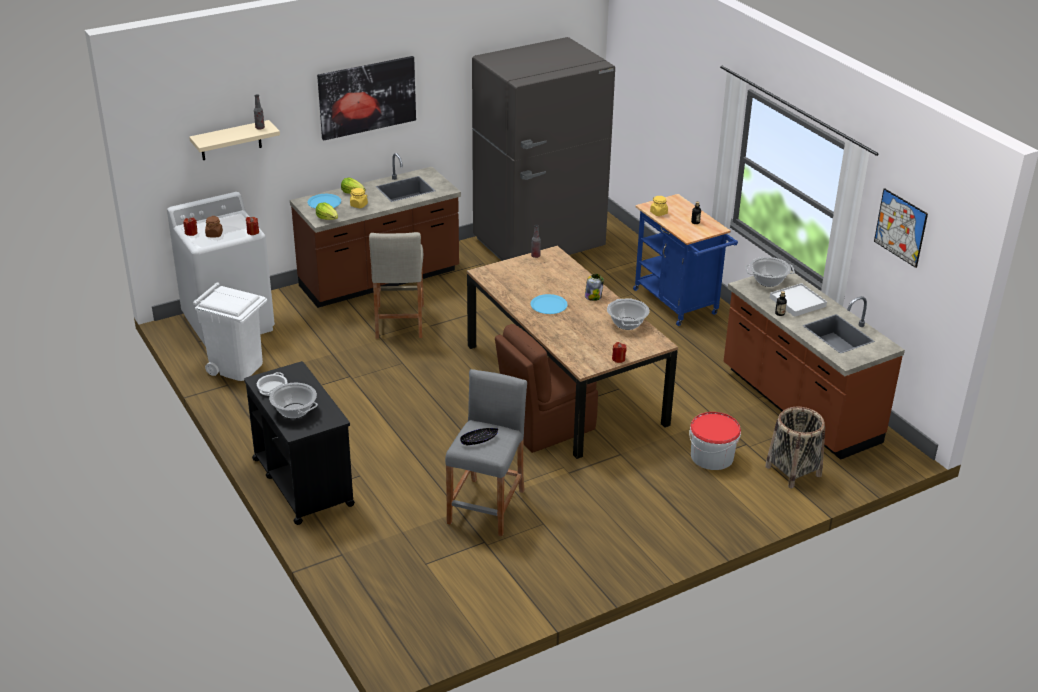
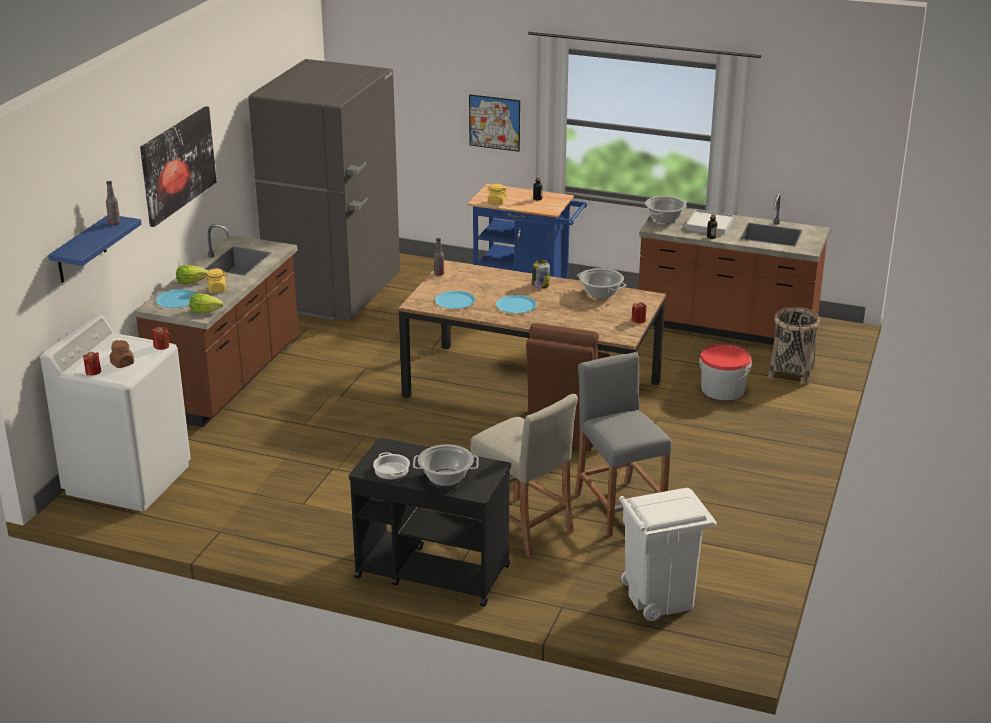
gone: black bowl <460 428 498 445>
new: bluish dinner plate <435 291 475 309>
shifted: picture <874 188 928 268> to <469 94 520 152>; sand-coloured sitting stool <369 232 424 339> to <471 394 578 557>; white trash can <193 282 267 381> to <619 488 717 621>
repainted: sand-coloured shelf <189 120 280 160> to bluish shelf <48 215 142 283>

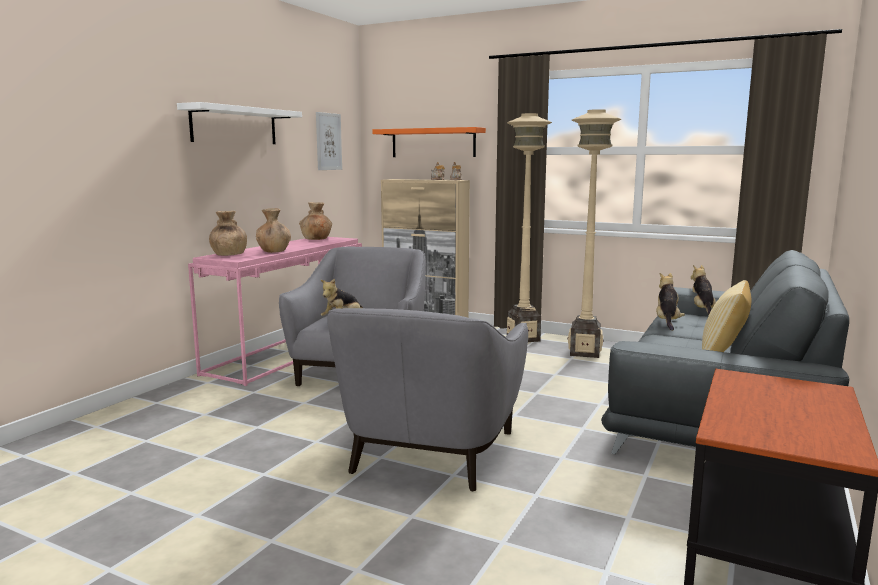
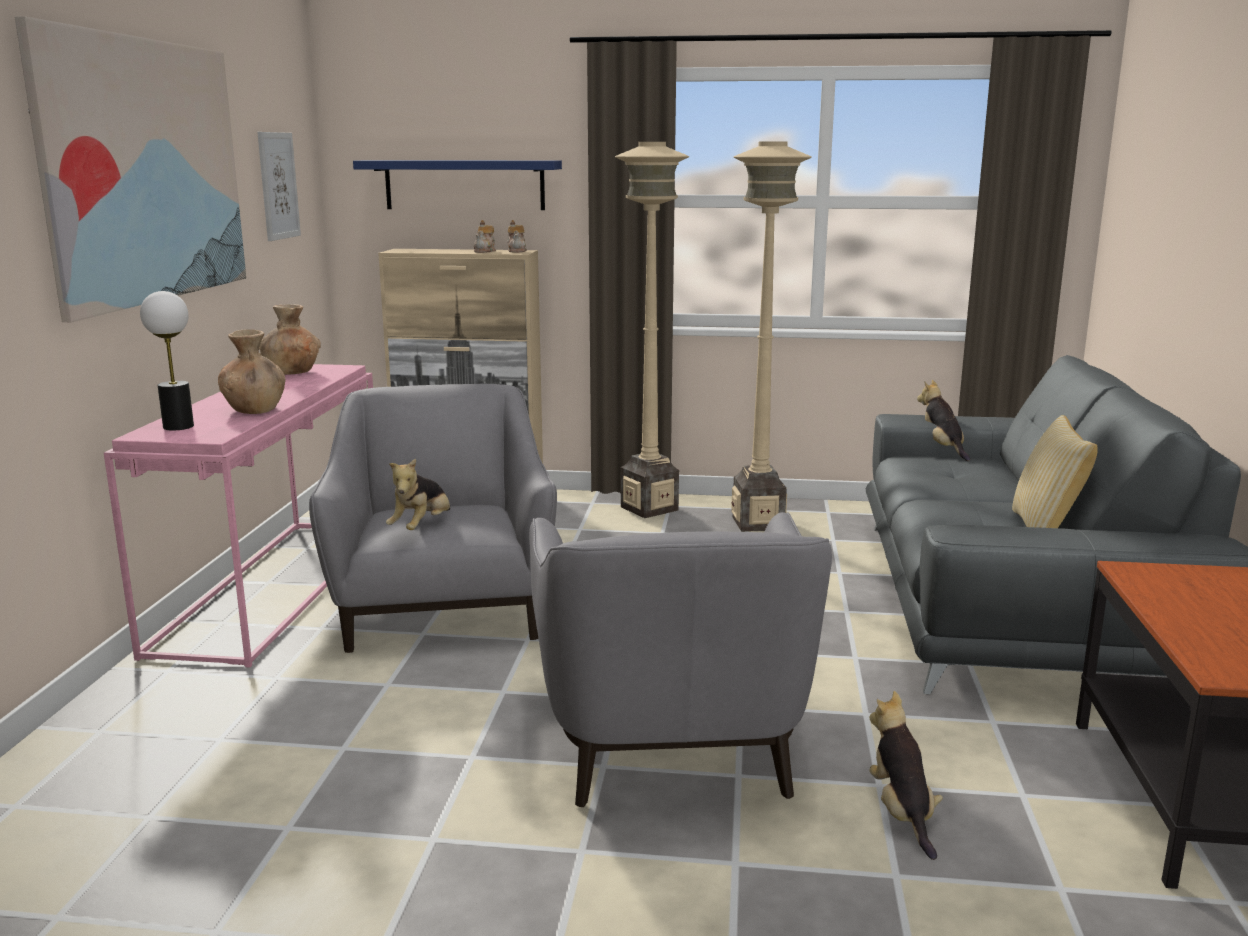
shifted: plush toy <656 273 685 331> to <870 691 943 860>
swapped: white shelf <177 102 302 144> to picture <15 16 246 322>; brown-coloured decorative vase <209 211 247 256> to table lamp <140 291 194 430>
repainted: orangey shelf <372 127 486 157> to bluish shelf <353 160 562 210>

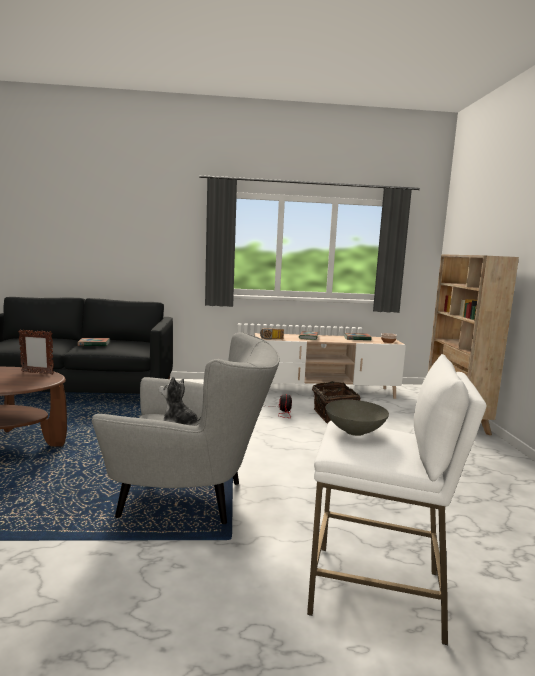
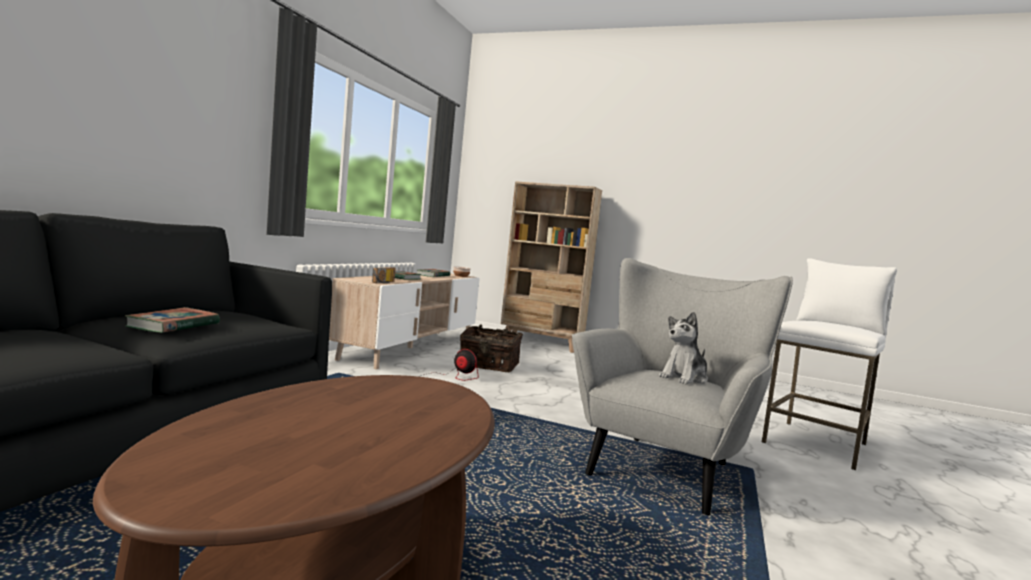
gone: picture frame <18 329 54 375>; greyish bowl <326 400 389 436>

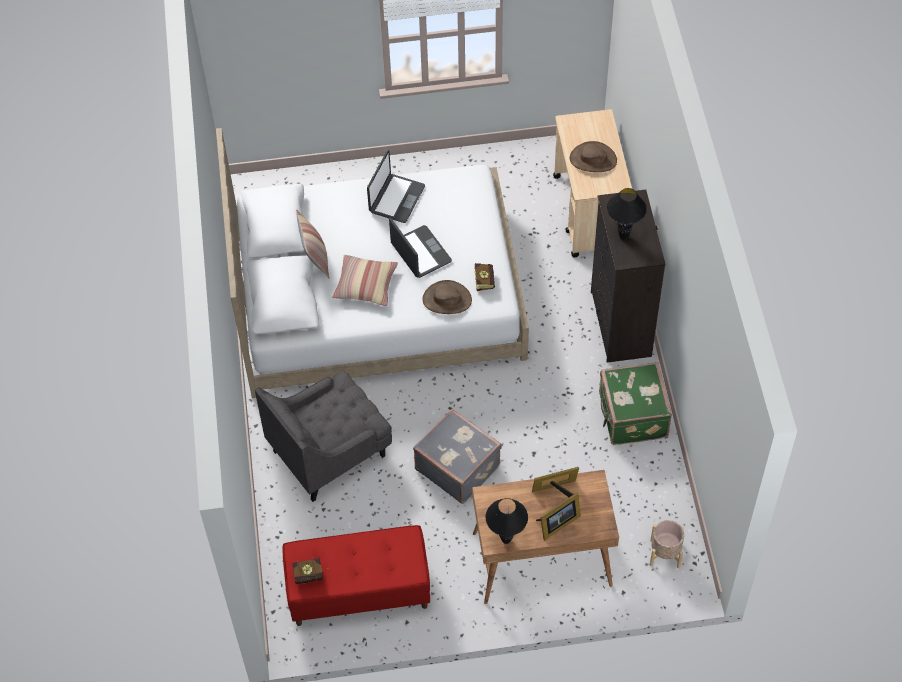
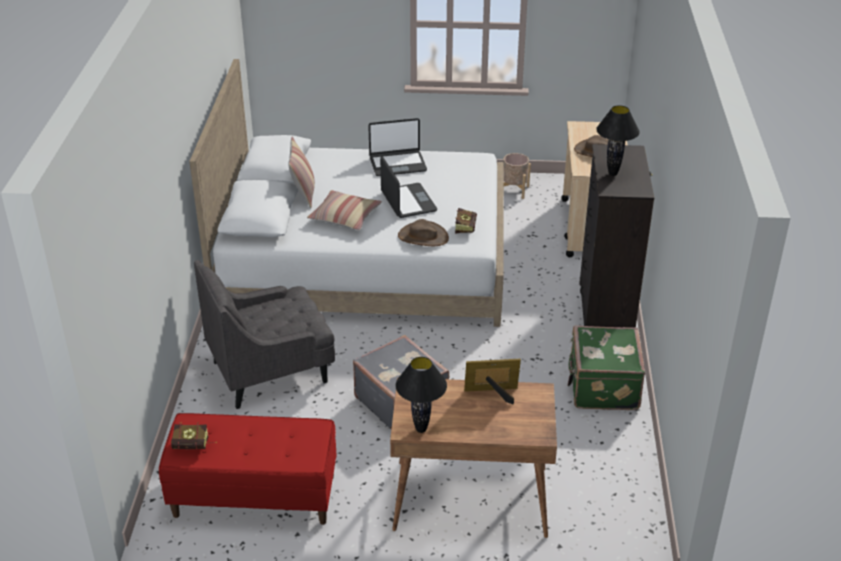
gone: picture frame <536 492 581 540>
shifted: sand-coloured flower pot <650 520 684 568> to <503 153 531 199>
rotated: notebook computer <367 150 425 223> = <368 118 427 176> 45 degrees clockwise

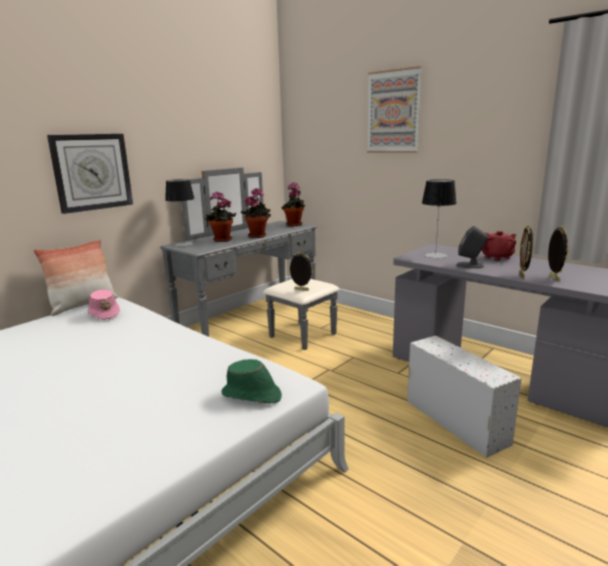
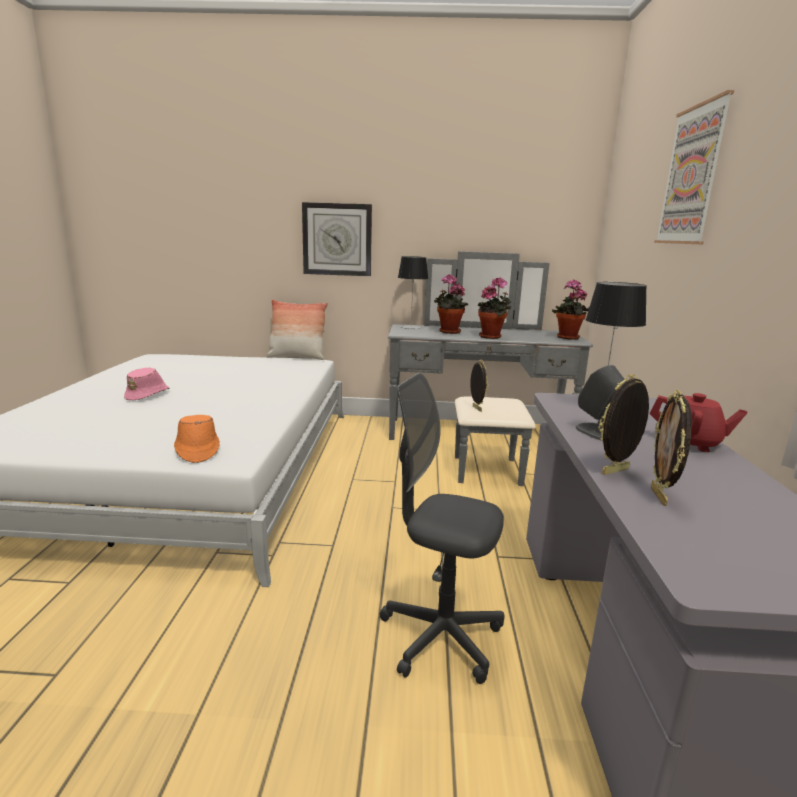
shifted: pink wearable hat <88 290 120 320> to <124 367 170 400>
swapped: white storage container <407 336 522 458> to greyish office chair <380 373 504 684>
repainted: greenish wearable hat <222 359 282 404> to orangey wearable hat <174 415 220 463>
rotated: picture frame <548 225 569 281> = <651 390 692 506> 135 degrees clockwise

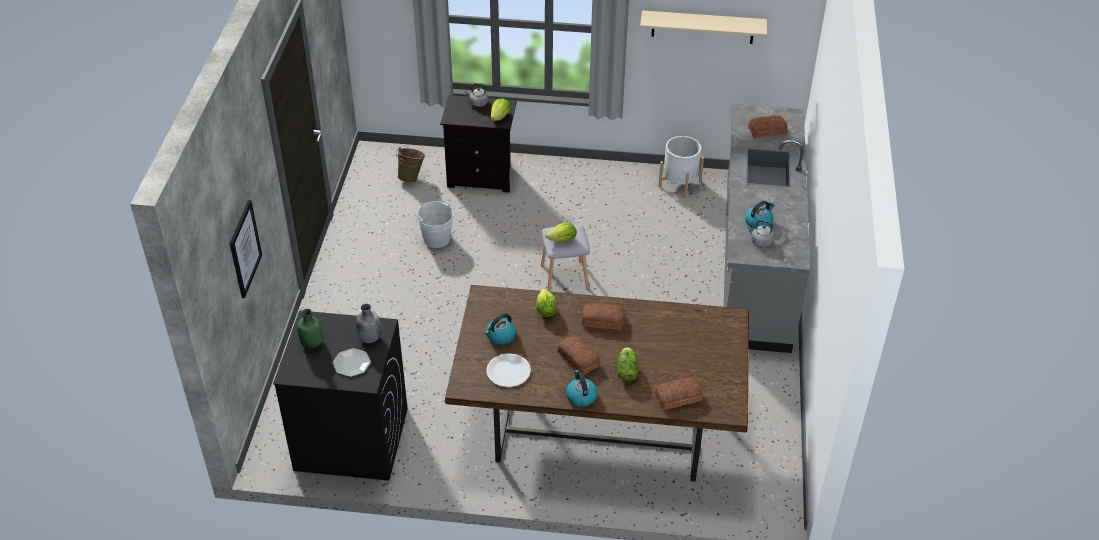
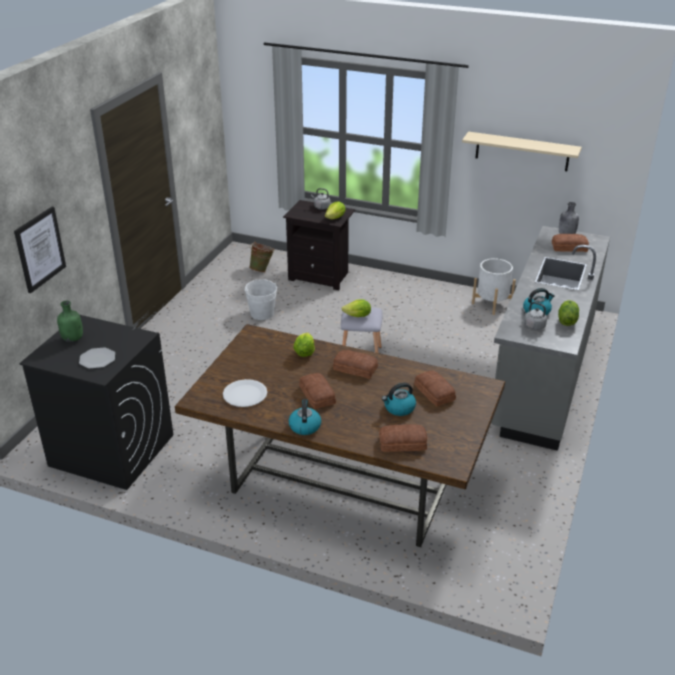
new: bakery bread <414 370 456 406>
shifted: greyish bottle <356 304 381 343> to <559 202 579 234>; tea kettle <485 313 516 345> to <382 383 416 416>; head of lettuce <616 347 639 381> to <558 300 579 326>

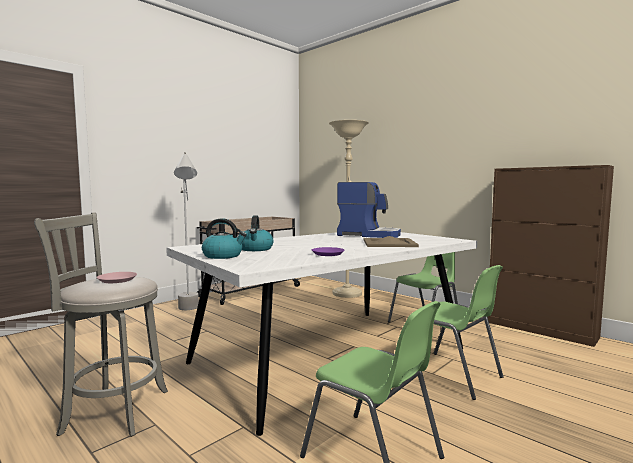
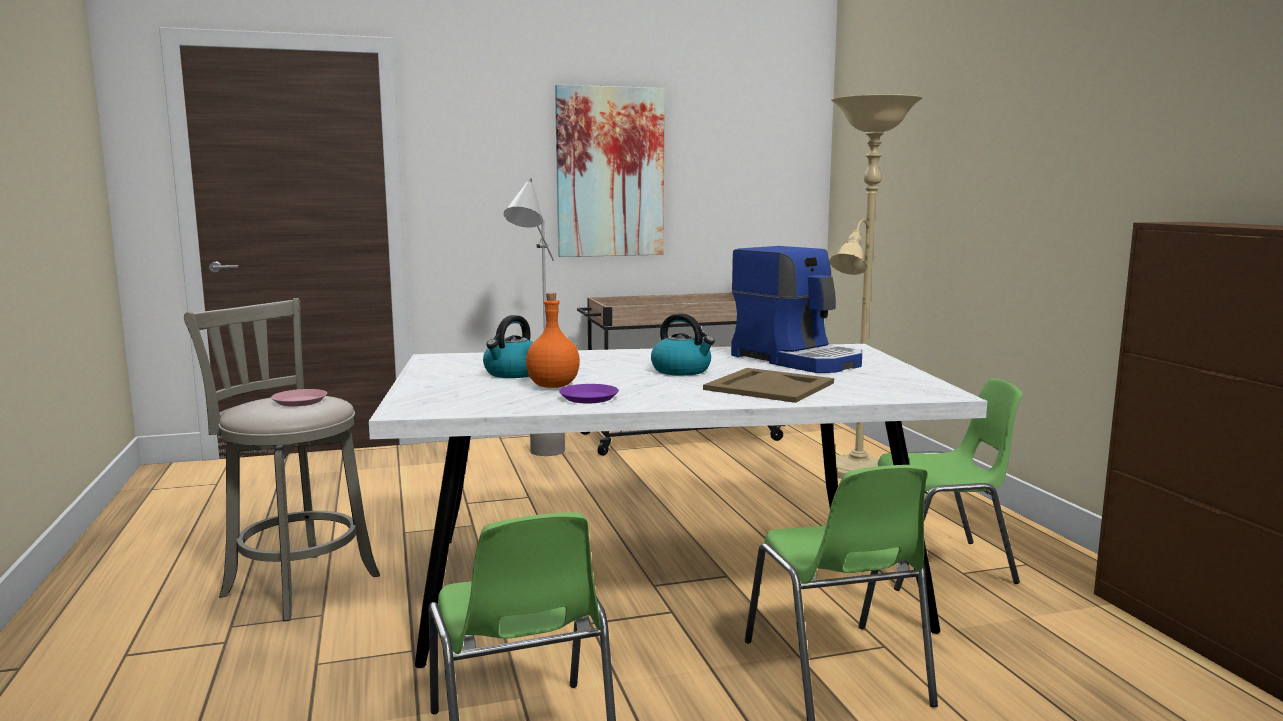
new: picture <555 85 665 257>; orangey bottle <526 293 580 388>
shifted: tea kettle <202 218 247 259> to <651 313 715 376>

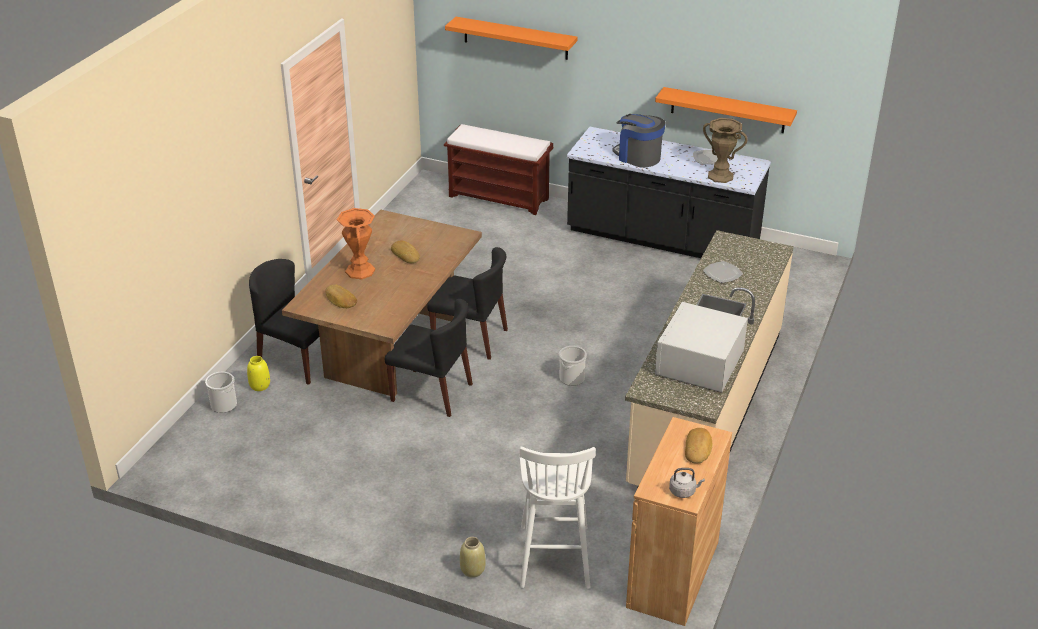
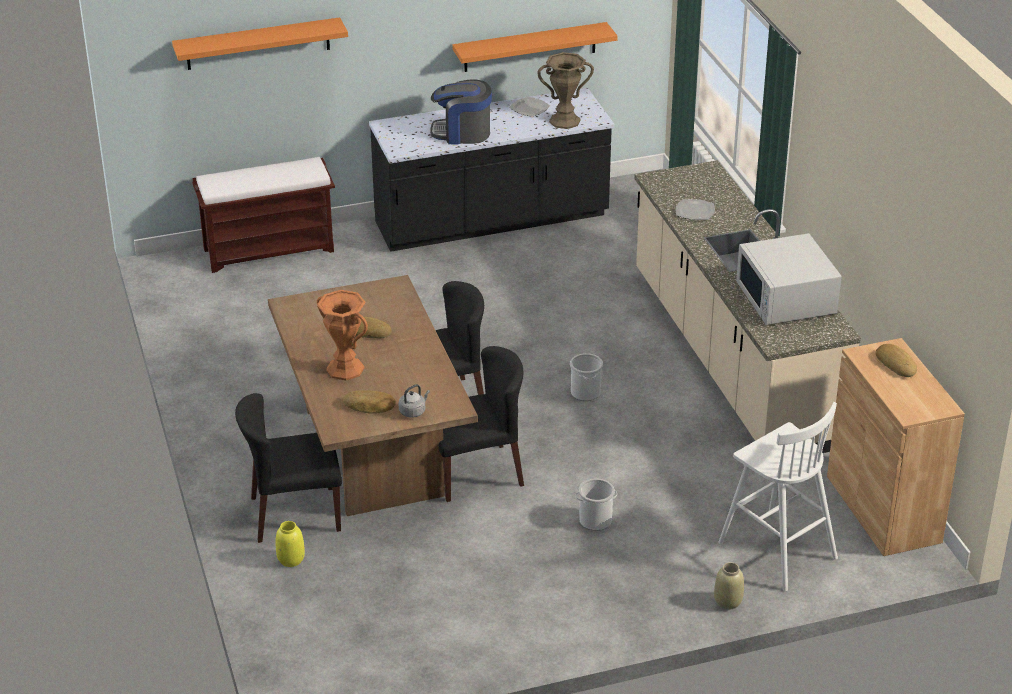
shifted: pail <205 372 237 413> to <576 478 617 531>; greyish tea kettle <669 468 705 498> to <399 384 430 418>

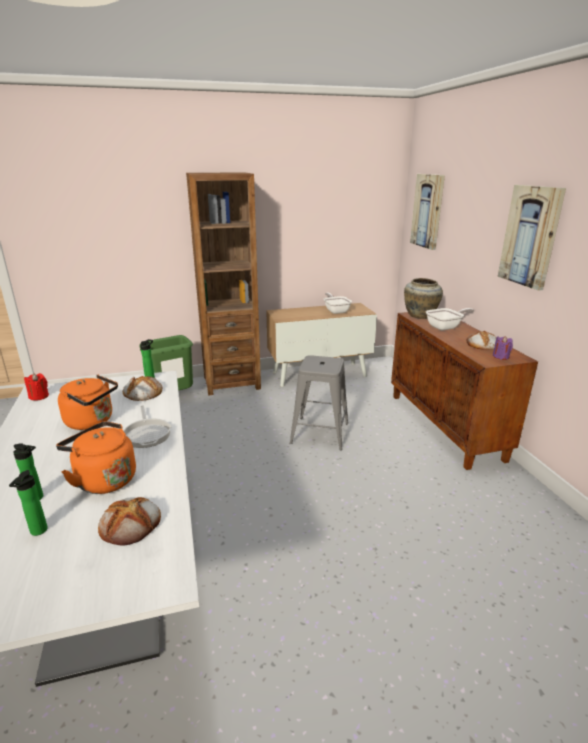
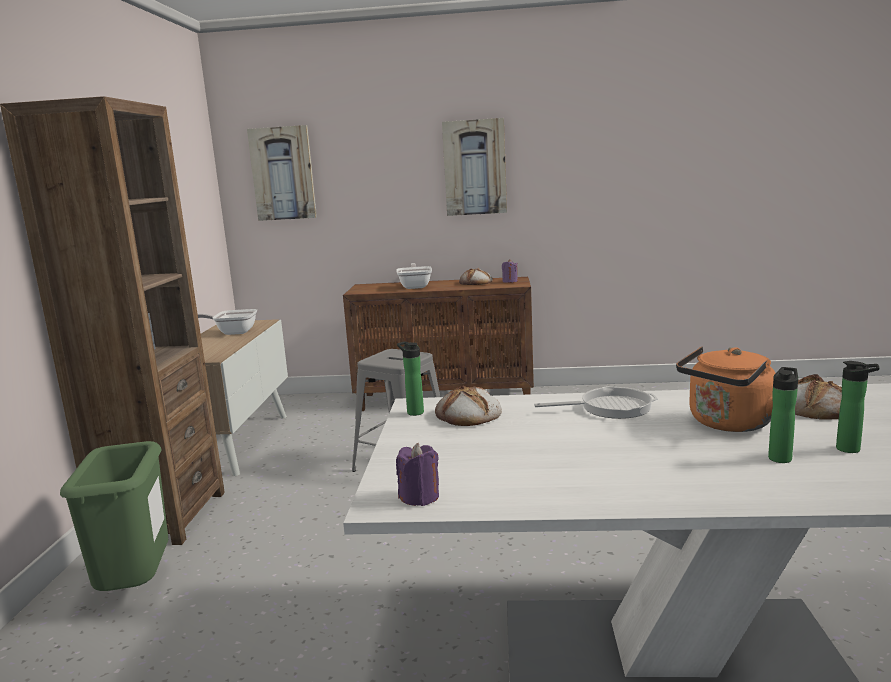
gone: sand-coloured decorative vase <404 278 443 319>; orangey tea kettle <58 375 118 430>
repainted: red candle <24 373 49 400> to purple-coloured candle <396 443 439 506>

